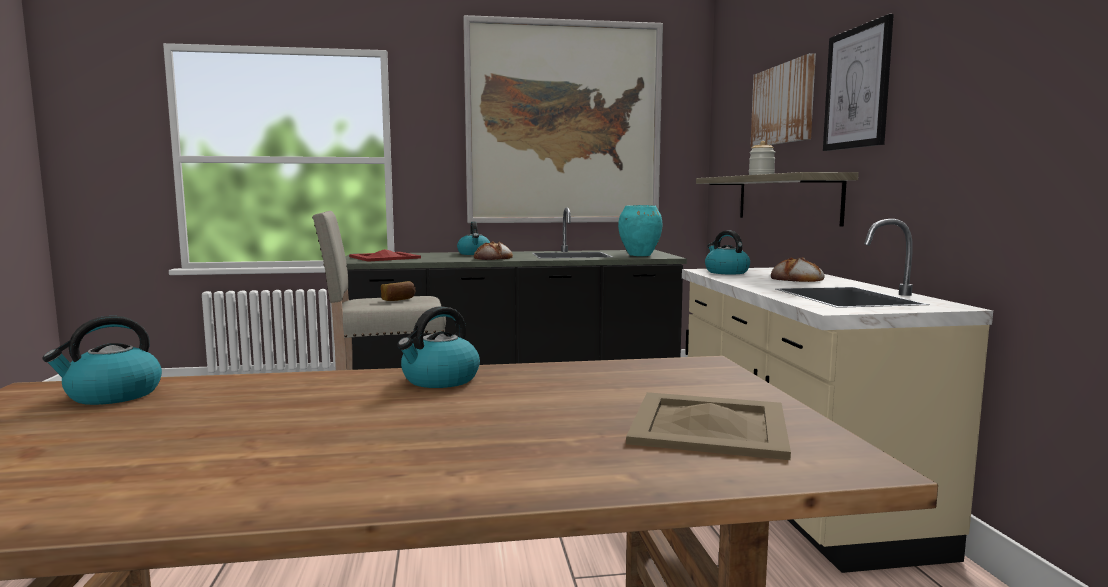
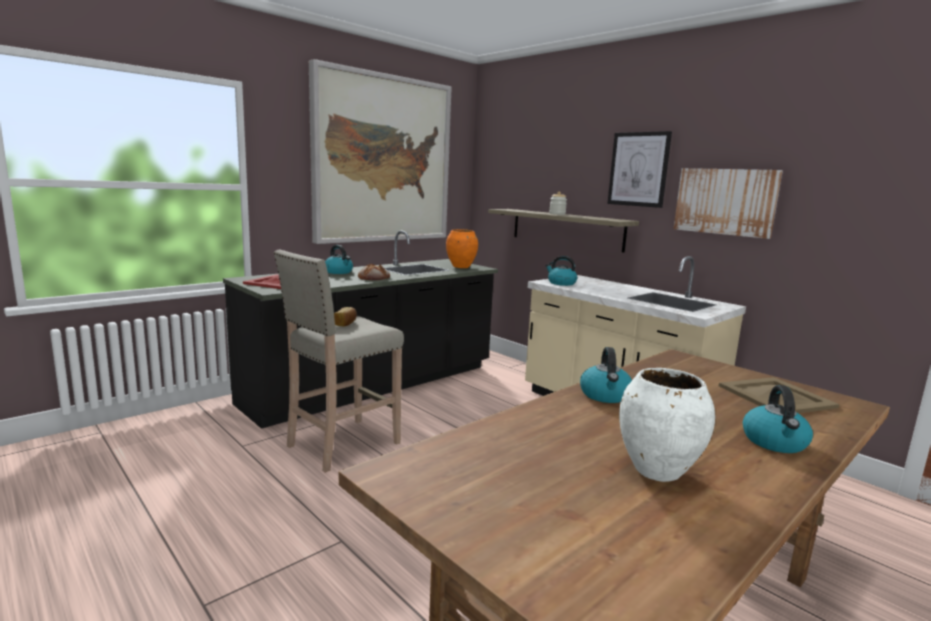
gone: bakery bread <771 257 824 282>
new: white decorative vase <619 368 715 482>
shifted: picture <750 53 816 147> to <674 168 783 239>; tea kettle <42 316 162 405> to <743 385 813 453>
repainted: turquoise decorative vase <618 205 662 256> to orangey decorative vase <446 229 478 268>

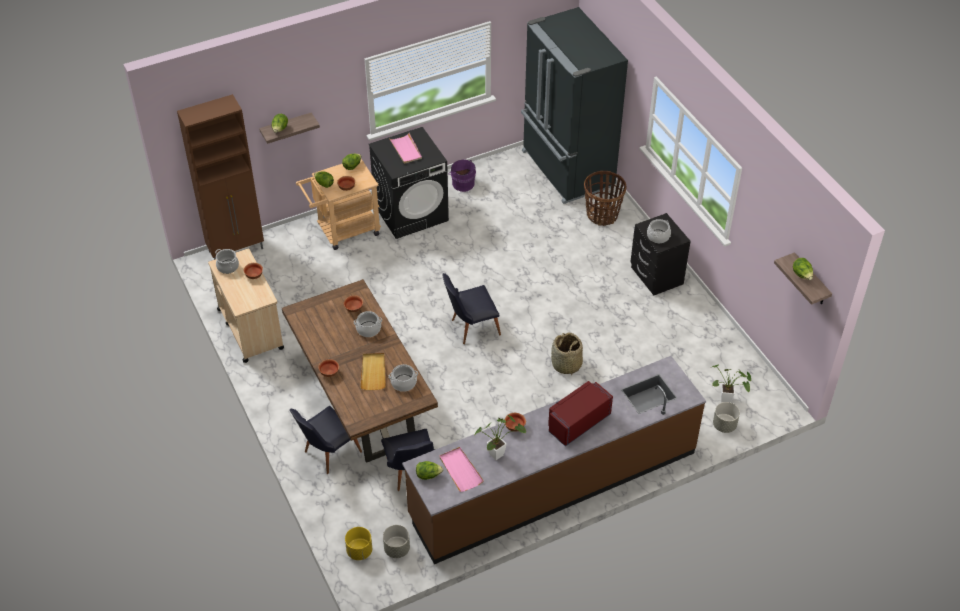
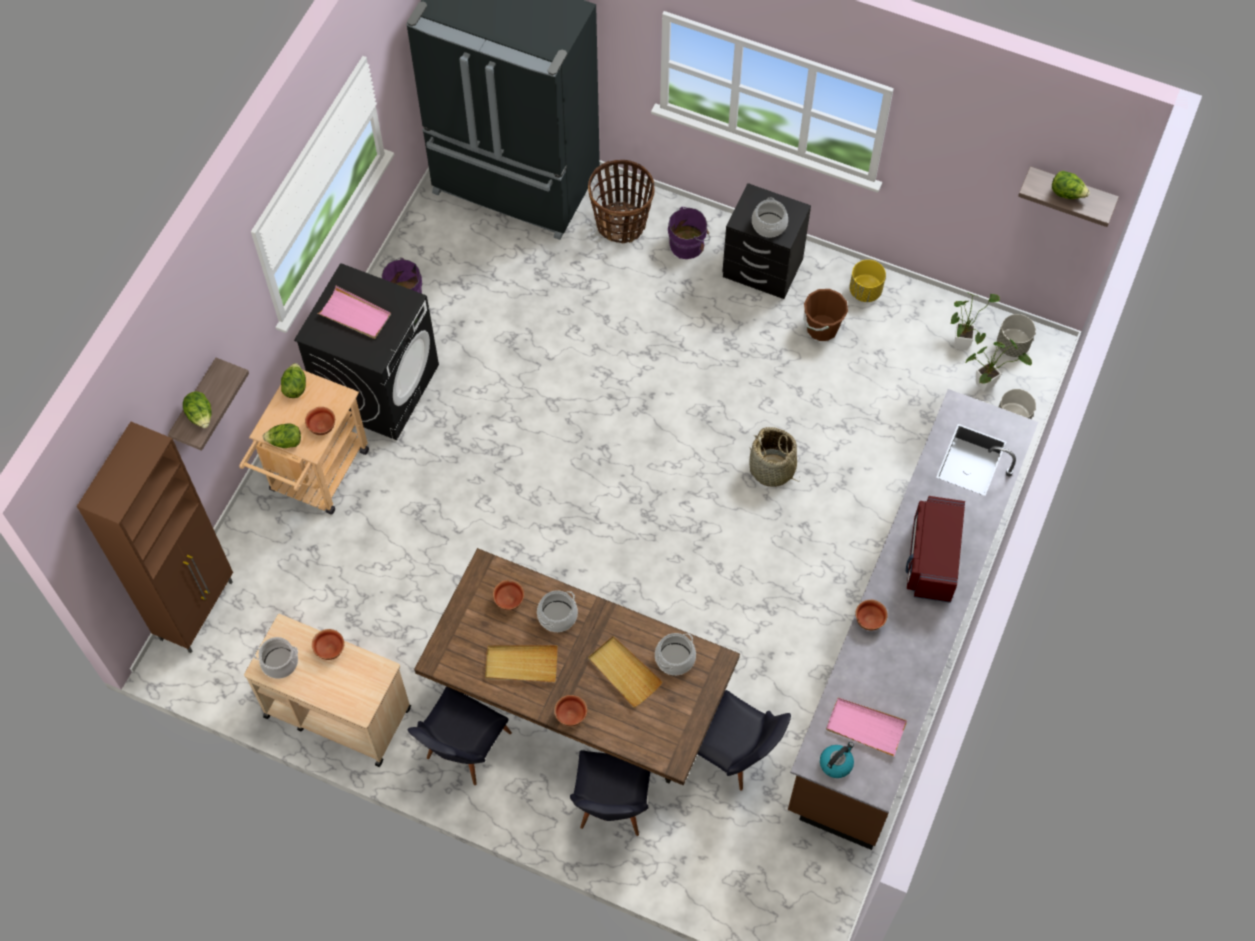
new: purple-coloured pail <668 207 710 259>; brown-coloured pail <803 289 848 341>; sand-coloured serving tray <485 645 558 682>
shifted: black chair <442 273 501 344> to <408 686 512 785>; plant in a pot <475 415 526 460> to <950 292 1000 350>; greyish flower pot <383 525 410 558> to <997 314 1036 357>; yellow-coloured flower pot <345 527 372 560> to <849 260 886 302>
swapped: head of lettuce <416 461 444 480> to tea kettle <820 742 854 778>

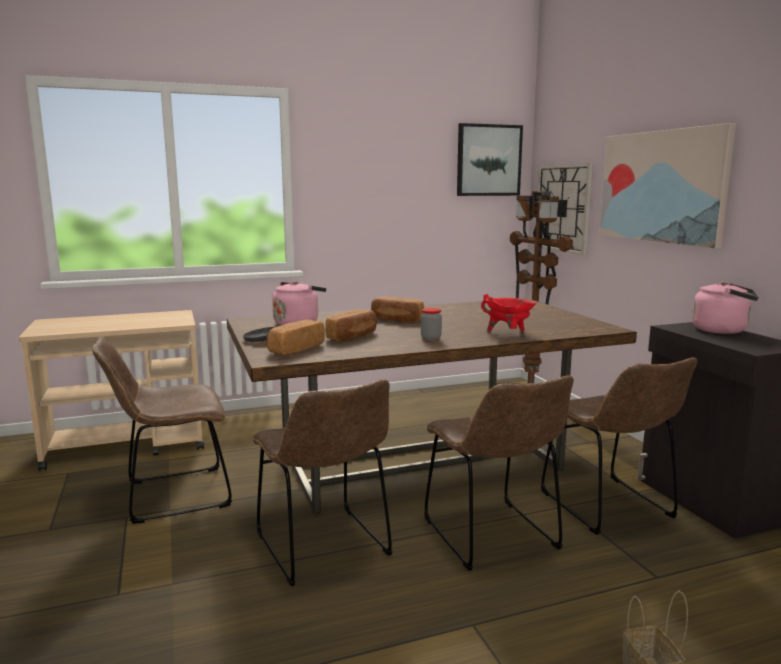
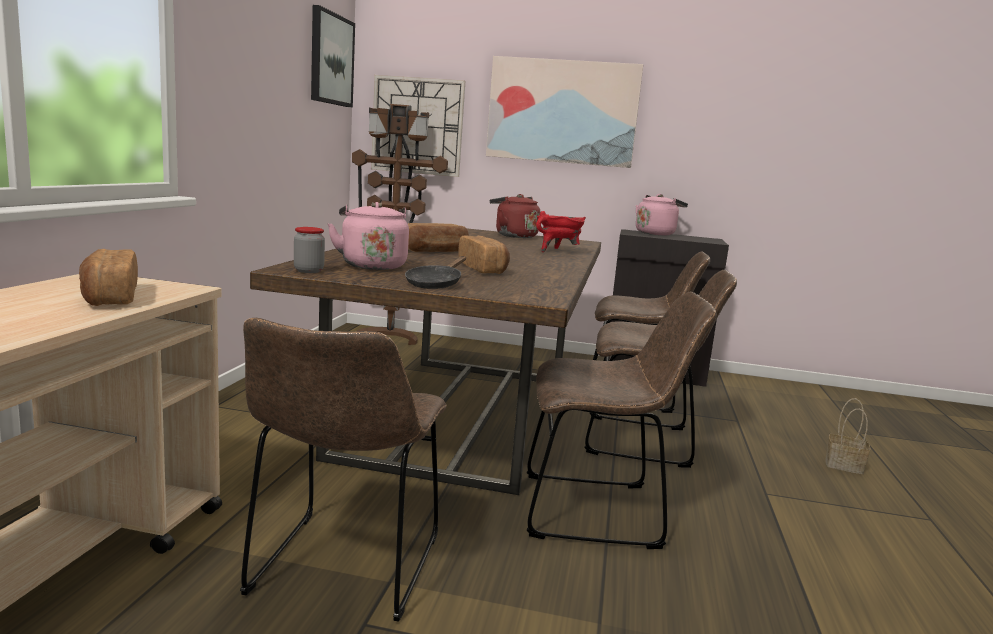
new: red tea kettle <490 194 540 238>
shifted: jar <421 308 442 341> to <294 227 325 273>; bakery bread <267 320 325 355> to <79 249 138 306>

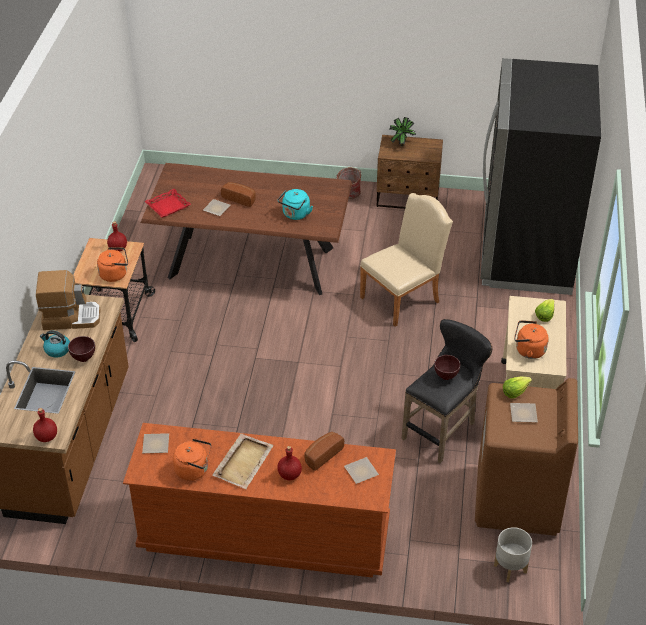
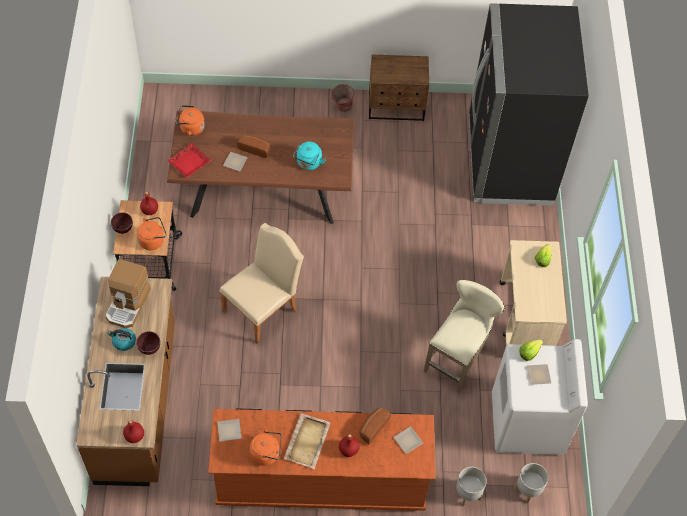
gone: plant in a pot <390 117 417 146>
new: greyish flower pot <455 467 487 506>
shifted: sand-coloured chair <360 193 453 327> to <220 223 304 344>; orangey tea kettle <514 320 549 359> to <175 105 205 136>; brown-coloured bowl <434 355 460 380> to <111 212 133 234>
repainted: black sitting stool <402 319 492 463> to sand-coloured sitting stool <423 279 505 393>; brown-coloured laundry appliance <475 378 578 536> to white laundry appliance <492 339 588 455>
rotated: coffee machine <36 270 100 330> = <105 259 151 328> 120 degrees clockwise

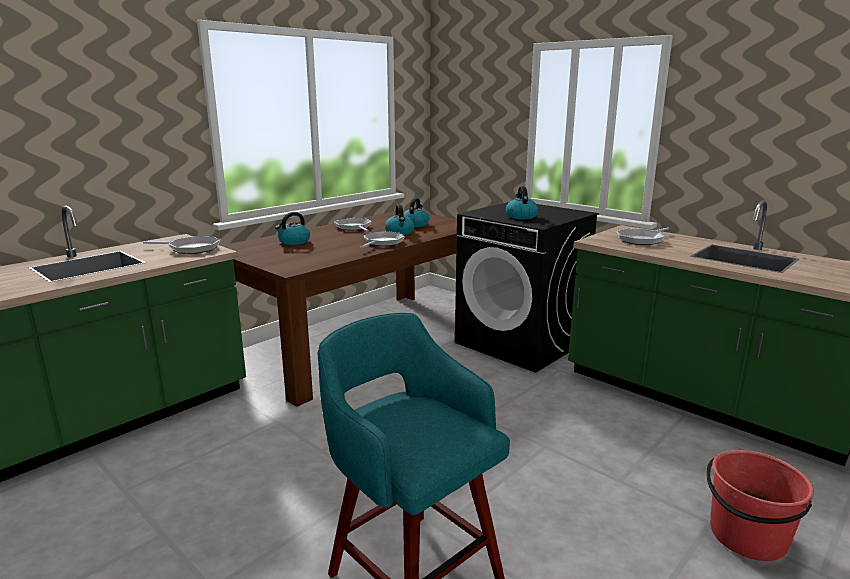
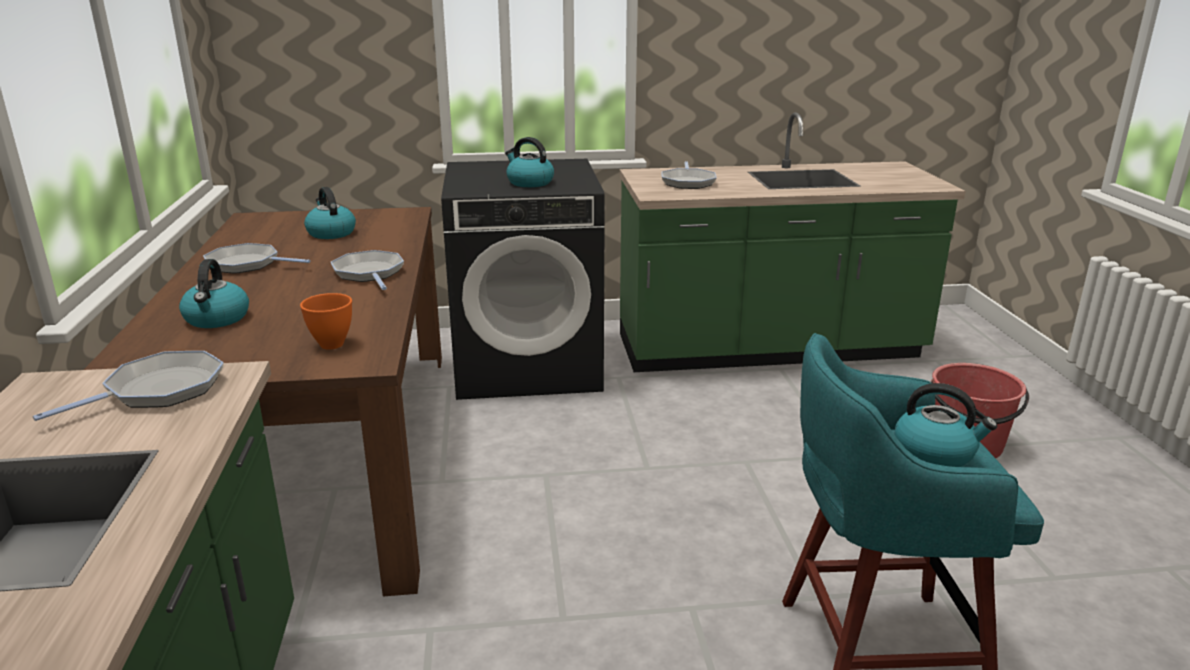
new: orangey bowl <300 293 352 350>
shifted: tea kettle <385 204 415 235> to <895 383 997 467>

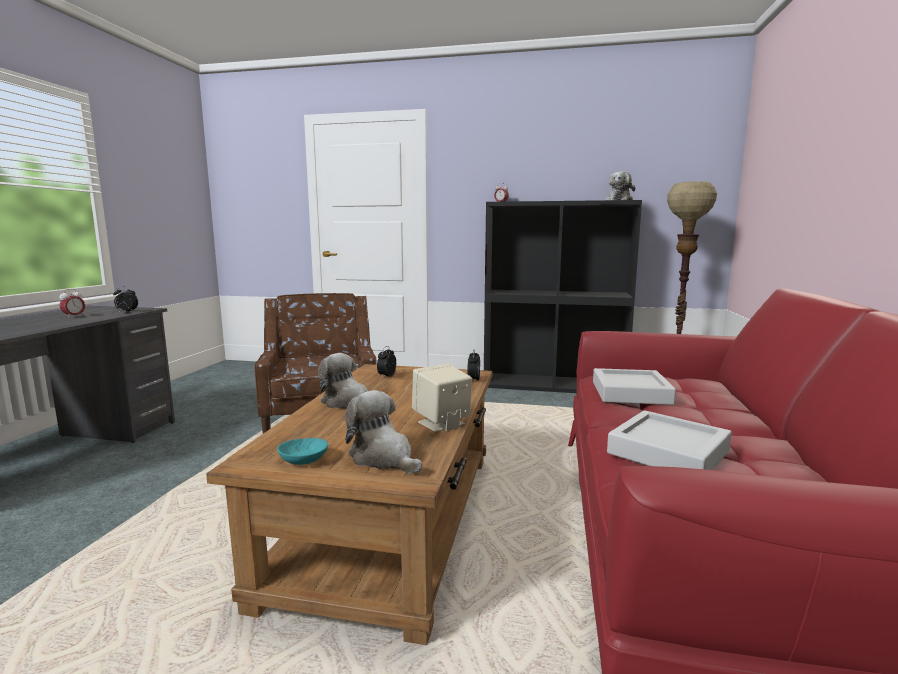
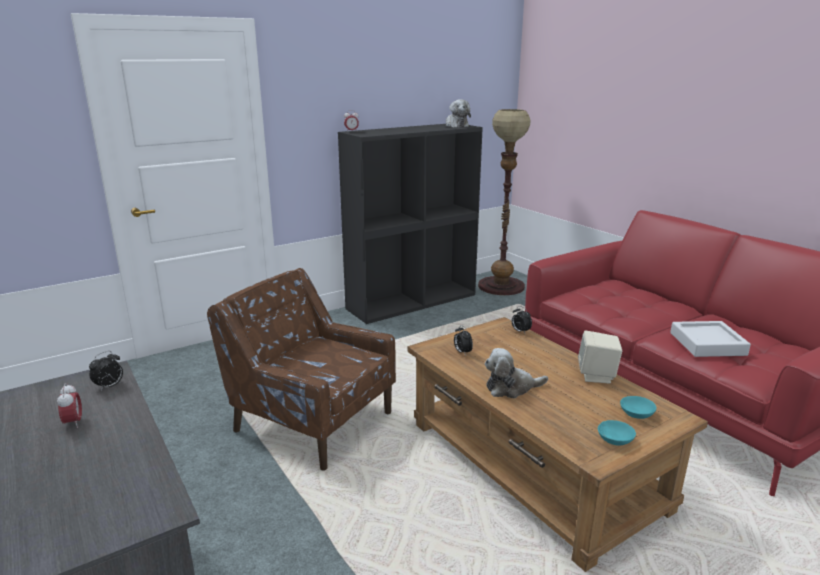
gone: greyish serving tray <593 368 676 405>
swapped: plush toy <345 390 422 474> to turquoise bowl <620 396 656 419>

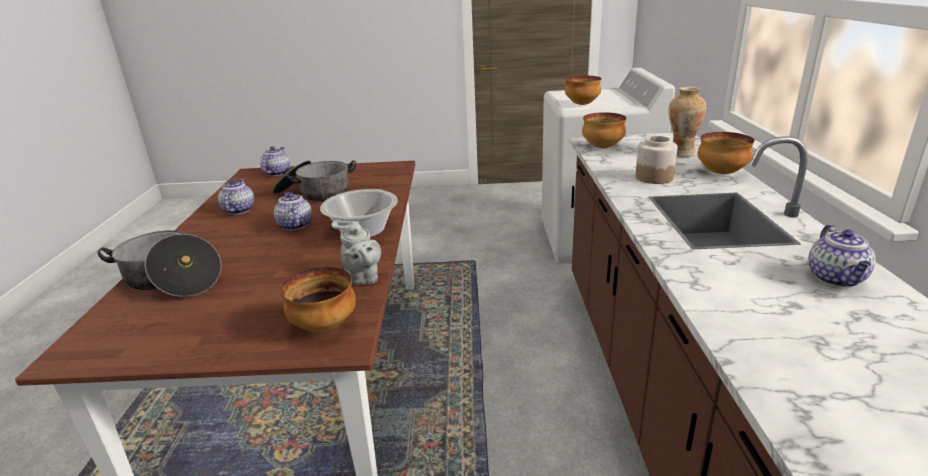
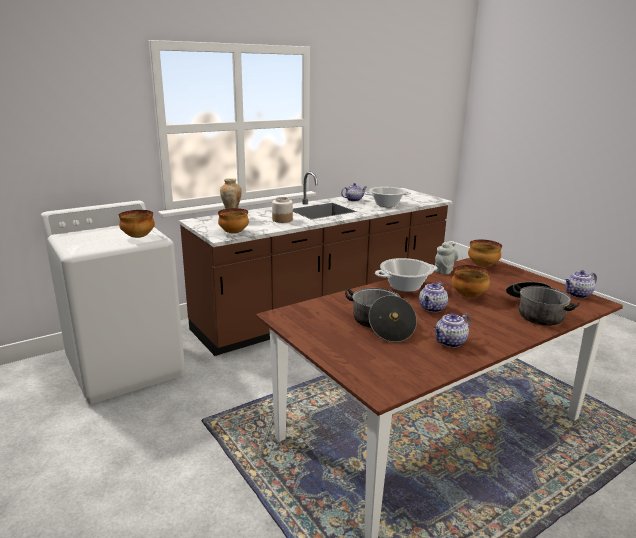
new: saucepot <364 187 411 207>
shifted: bowl <698 132 754 174> to <452 265 491 297>; tea pot <260 146 290 176> to <565 270 597 298>

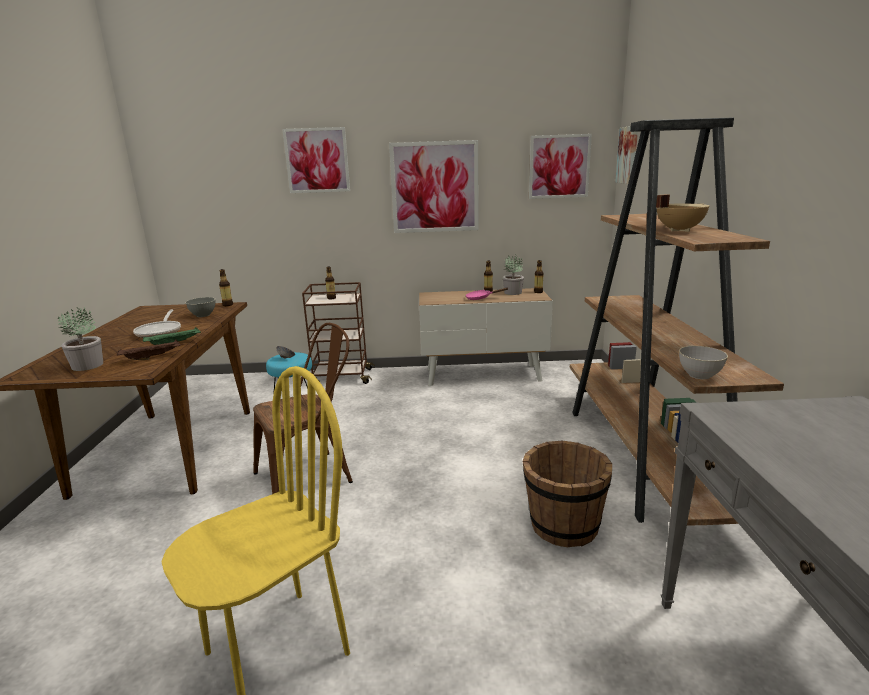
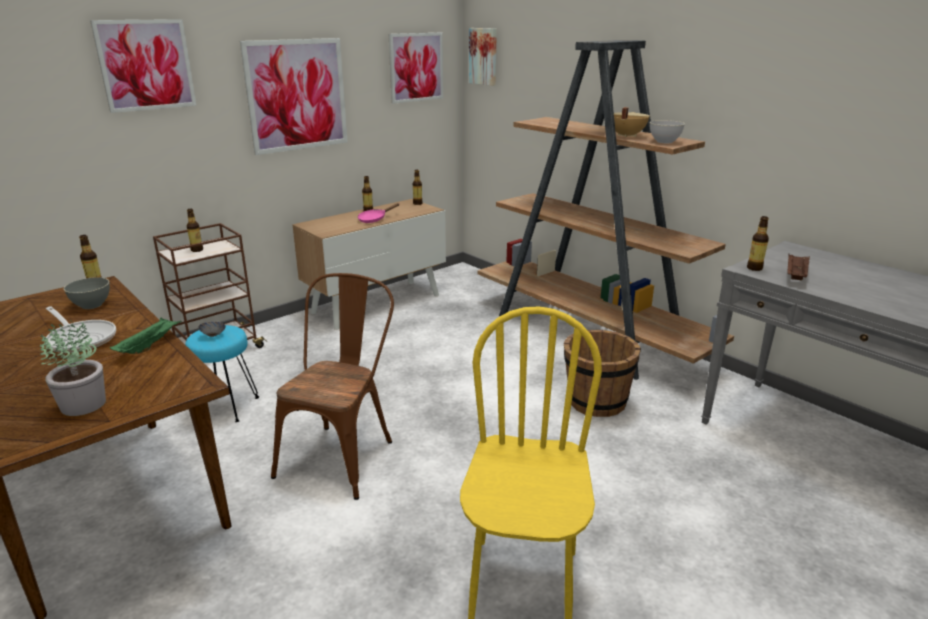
gone: plant in a pot <503 254 524 295>
new: bottle <747 216 769 271>
shifted: brown-coloured serving tray <117 340 180 360> to <787 255 810 280>; greyish bowl <679 346 728 379> to <650 120 685 143>

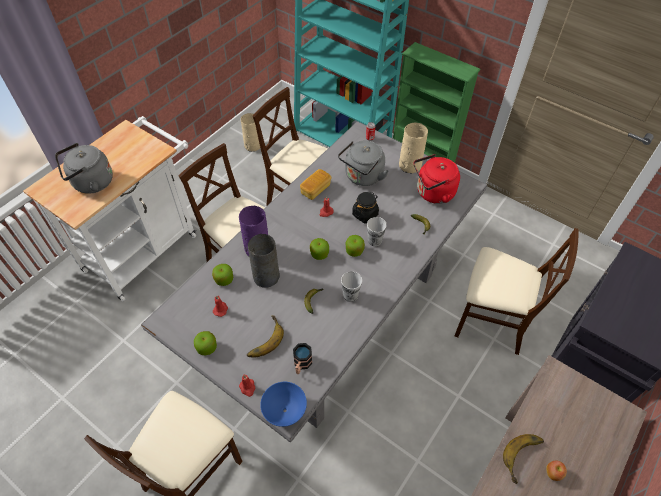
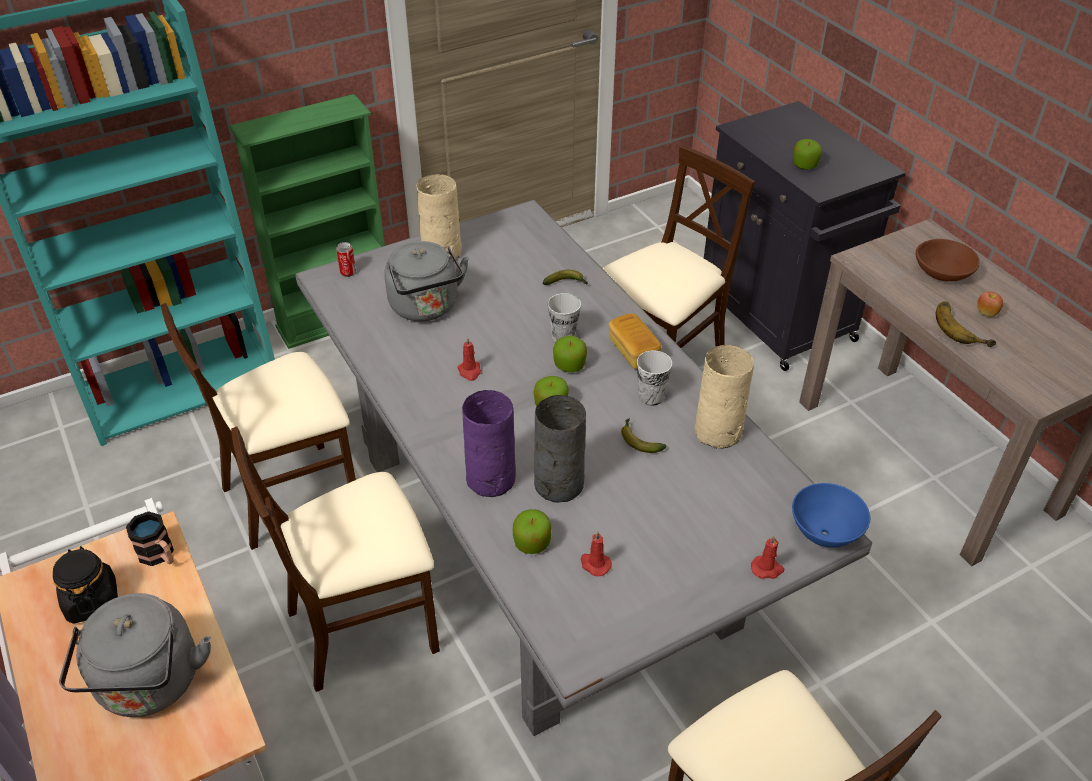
gone: red tea kettle <414 154 460 204>; whole banana <247 315 284 358>
new: brown-coloured bowl <916 239 980 282>
shifted: sand-coloured decorative vase <241 113 260 152> to <694 345 754 449>; bakery bread <300 169 331 200> to <609 314 661 369>; black jar <352 192 379 224> to <53 546 118 624>; whole apple <194 331 217 355> to <793 139 822 170>; mug <293 343 312 374> to <126 511 174 566>

